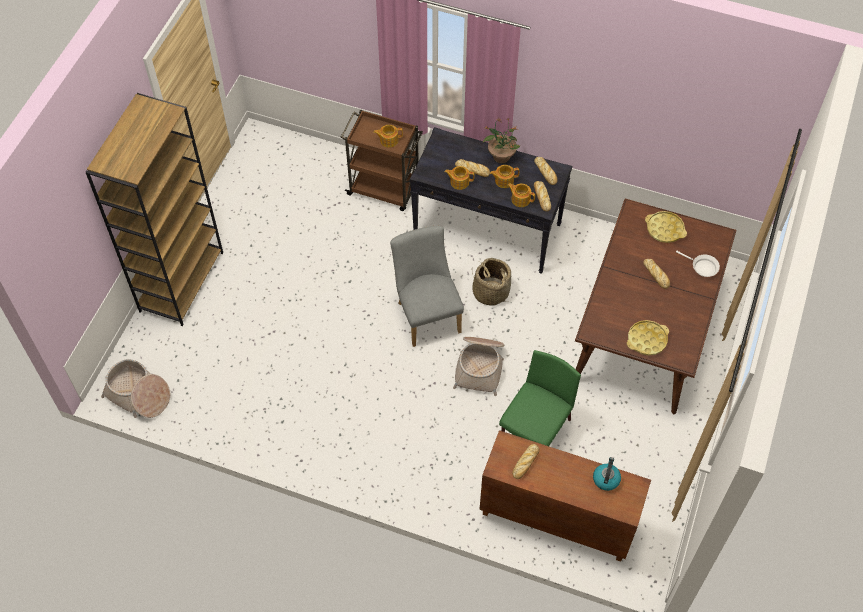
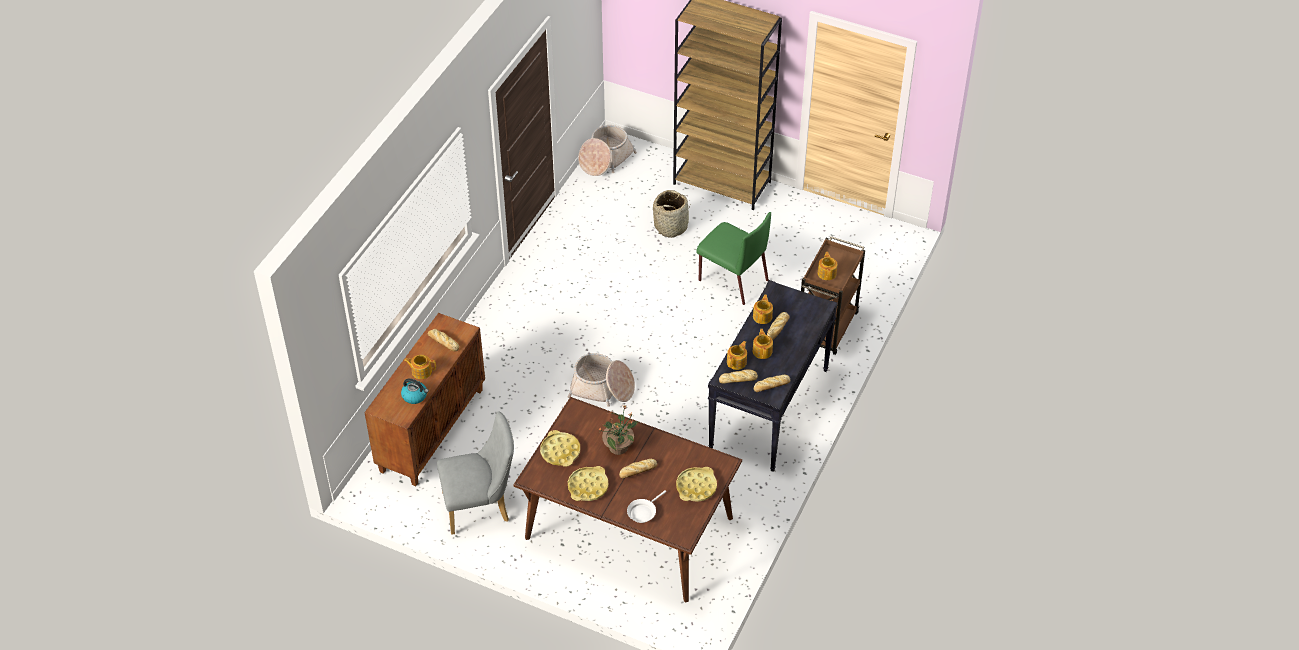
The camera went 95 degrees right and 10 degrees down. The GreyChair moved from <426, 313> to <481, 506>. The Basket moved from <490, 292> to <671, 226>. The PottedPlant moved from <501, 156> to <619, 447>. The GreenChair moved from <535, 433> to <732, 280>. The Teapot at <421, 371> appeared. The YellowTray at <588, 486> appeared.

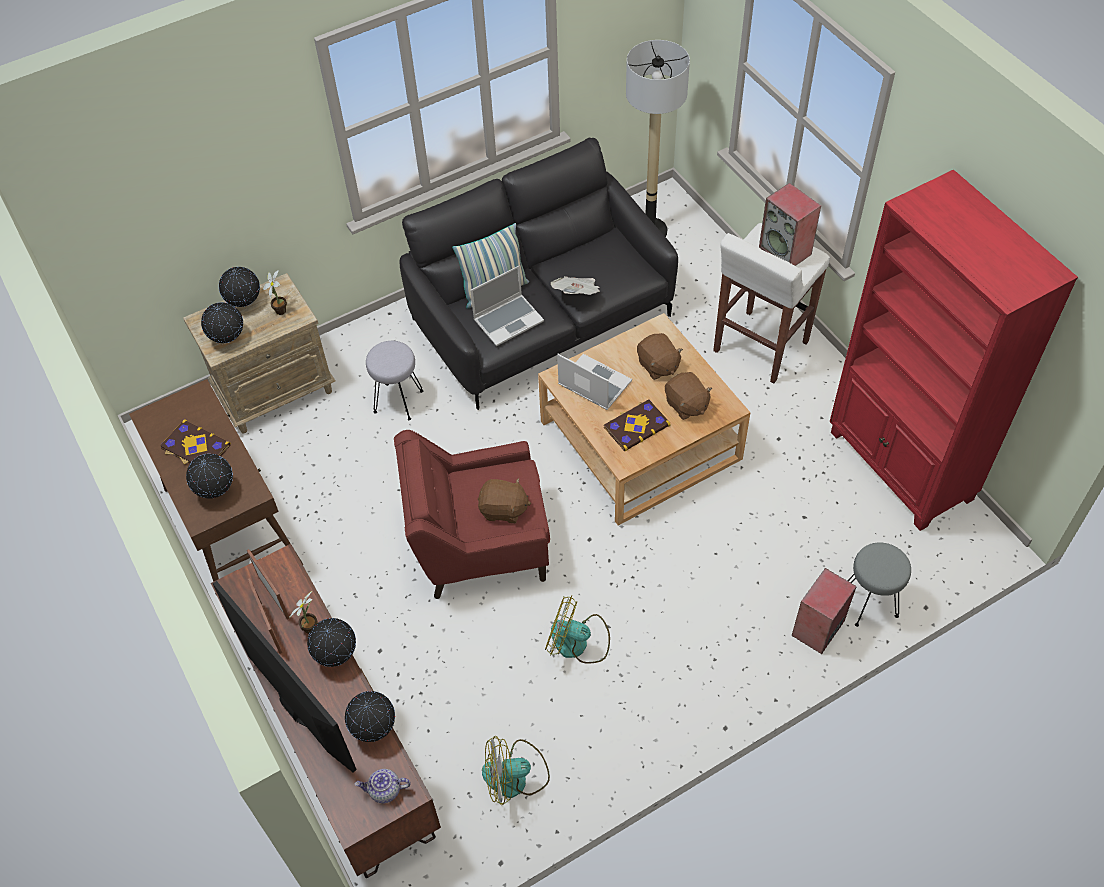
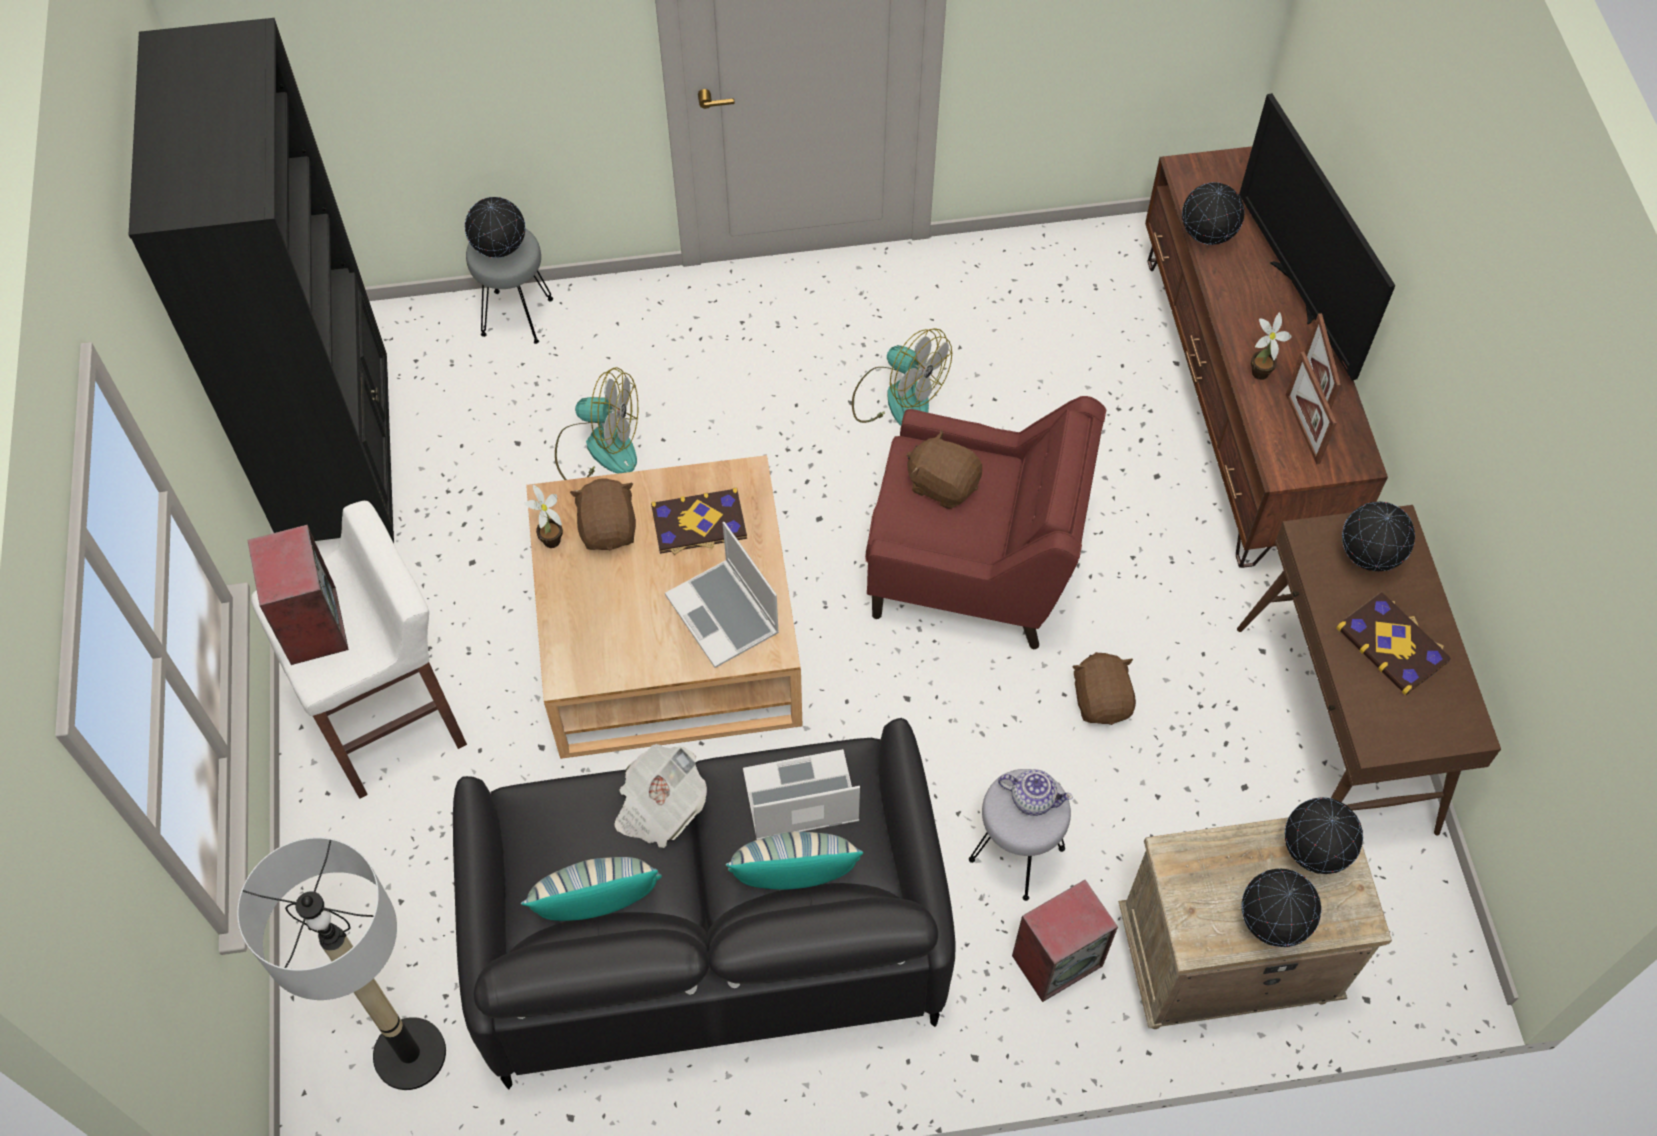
The camera went 160 degrees left and 5 degrees up. The PottedPlant moved from <280, 309> to <550, 543>. The Globe moved from <336, 655> to <501, 252>. The Teapot moved from <384, 791> to <1033, 798>. The Fan moved from <515, 776> to <598, 448>. The BrownPlushToy moved from <658, 366> to <1102, 700>. The Speaker moved from <818, 629> to <1057, 959>. The RedBookcase at <900, 467> became the BlackBookcase at <341, 460>. The Pillow at <599, 907> appeared.

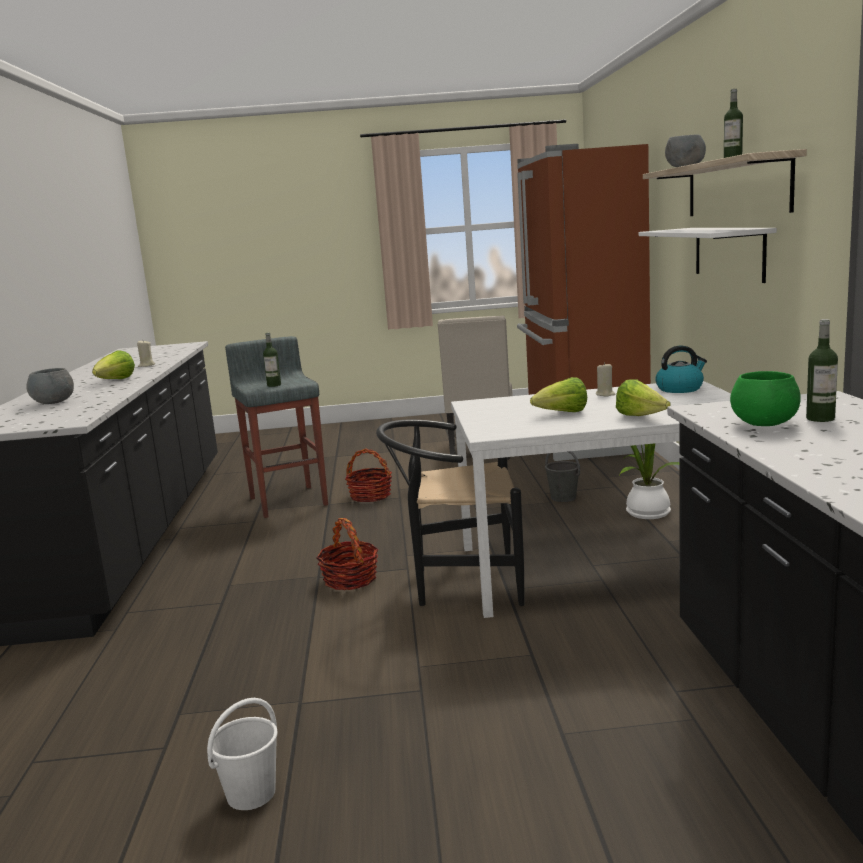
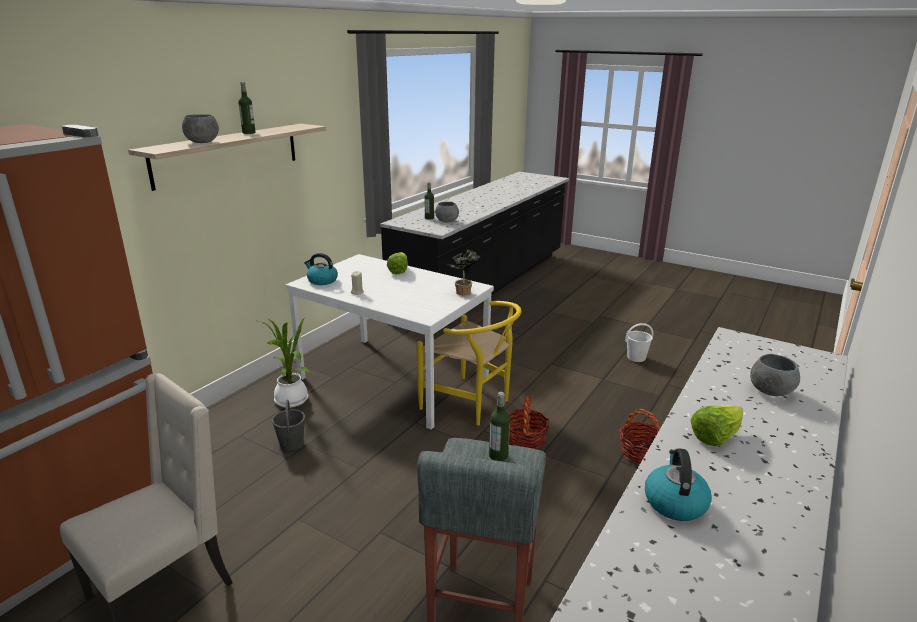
The camera went 145 degrees left and 10 degrees up. The BeigeCandle at <146, 365> was replaced by the Kettle at <674, 502>. The Basket moved from <370, 496> to <641, 453>. The BlackChair at <458, 583> became the YellowChair at <472, 404>. The Lettuce at <562, 413> disappeared. The WhiteShelf at <728, 252> disappeared. The GreenBowl at <765, 424> became the GreyBowl at <446, 221>. The PottedPlant at <463, 293> appeared.

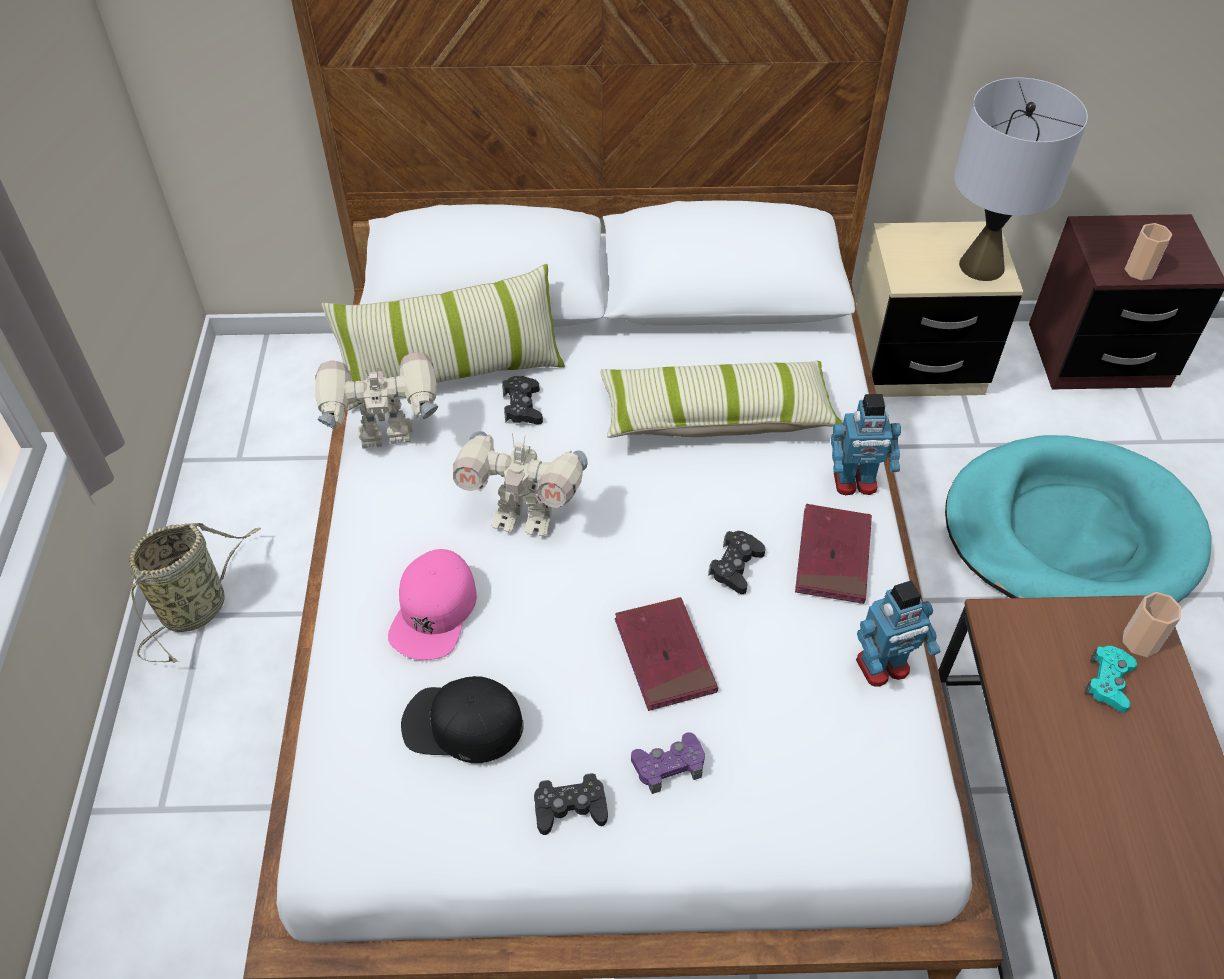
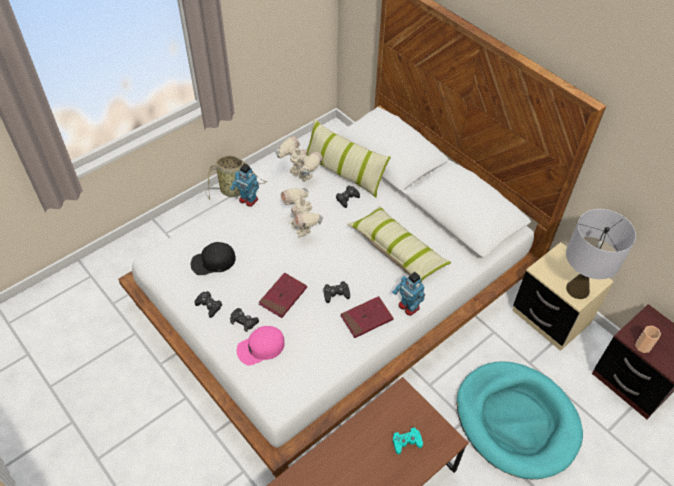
The camera went 50 degrees right and 0 degrees up. The PinkCap moved from <434, 611> to <260, 348>. The BlackCap at <462, 724> turned 75 degrees counterclockwise. The PurpleGameController at <668, 765> became the BlackGameController at <244, 321>. The ToyRobot moved from <883, 667> to <248, 200>. The Cup at <1140, 641> disappeared.

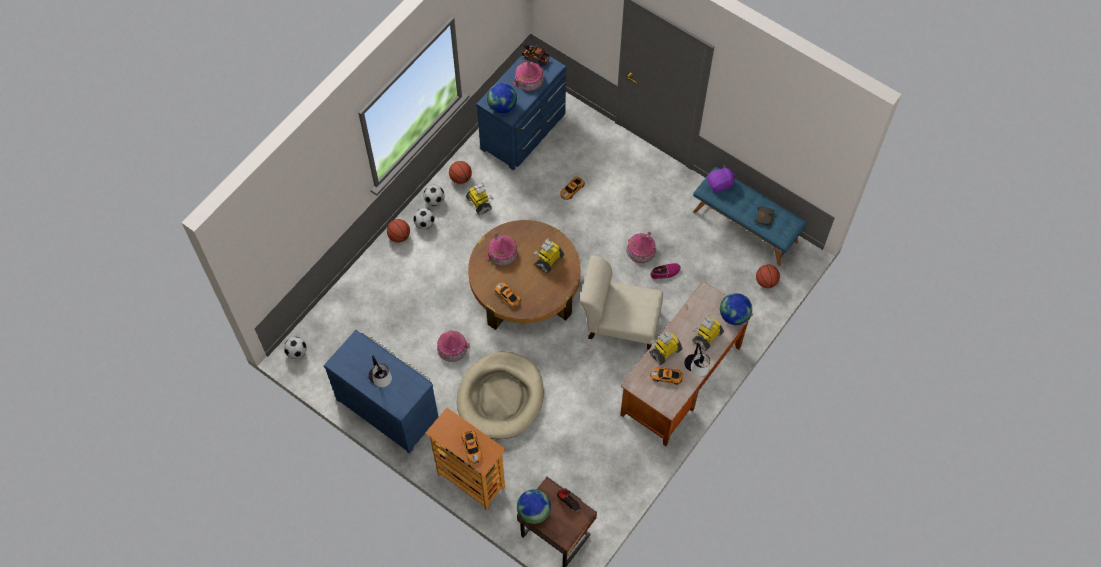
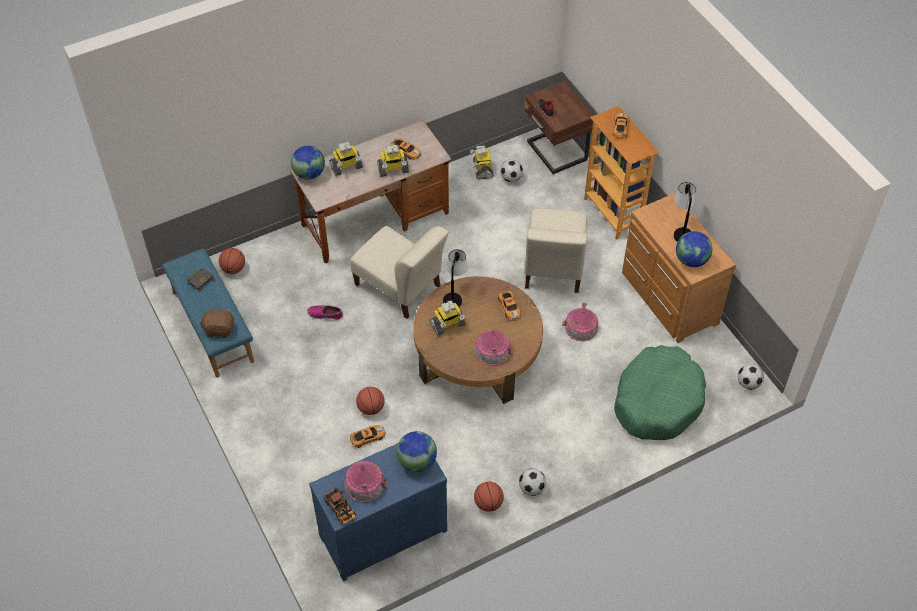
The camera went 155 degrees left and 10 degrees down. The BlueDresser at <388, 406> became the BrownDresser at <667, 299>. The Basketball moved from <399, 236> to <371, 408>. The Football moved from <424, 224> to <511, 178>. The BeigeDogBed at <500, 397> was replaced by the BeigeChair at <553, 267>. The ToyRobot moved from <479, 203> to <482, 169>. The Globe moved from <534, 512> to <691, 260>. The ToyHouse at <641, 250> disappeared. The TableLamp moved from <695, 371> to <454, 294>. The PurplePlushToy at <720, 184> became the BrownPlushToy at <219, 329>. The GreenDogBed at <657, 400> appeared.

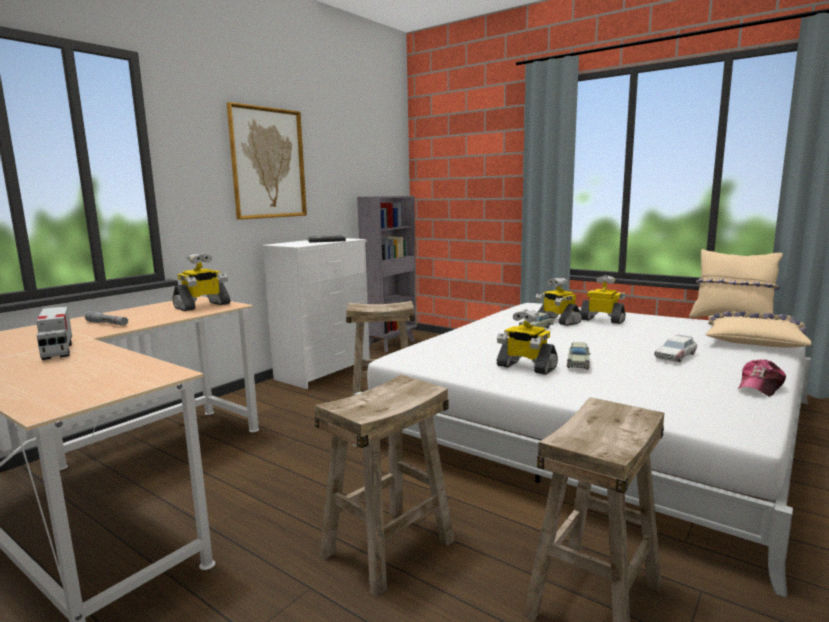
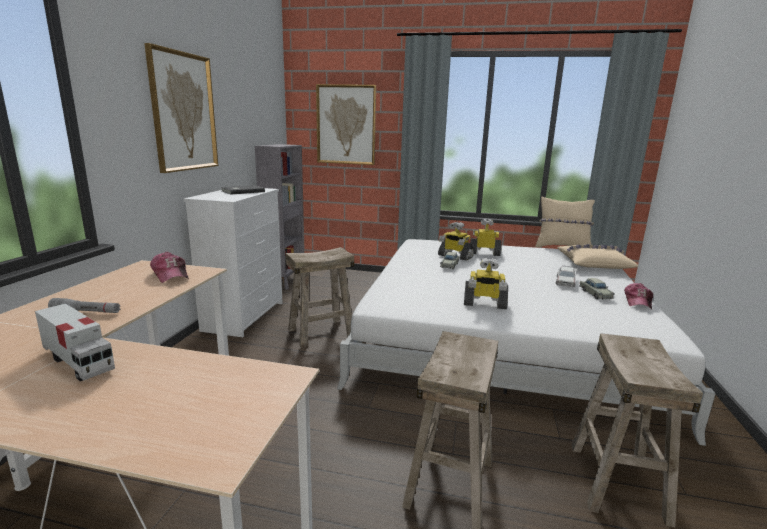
The camera went 25 degrees left and 5 degrees up. The ToyRobot at <202, 306> was replaced by the Cap at <171, 275>. The BeigeToyCar moved from <578, 363> to <595, 294>. The Picture at <346, 125> appeared.

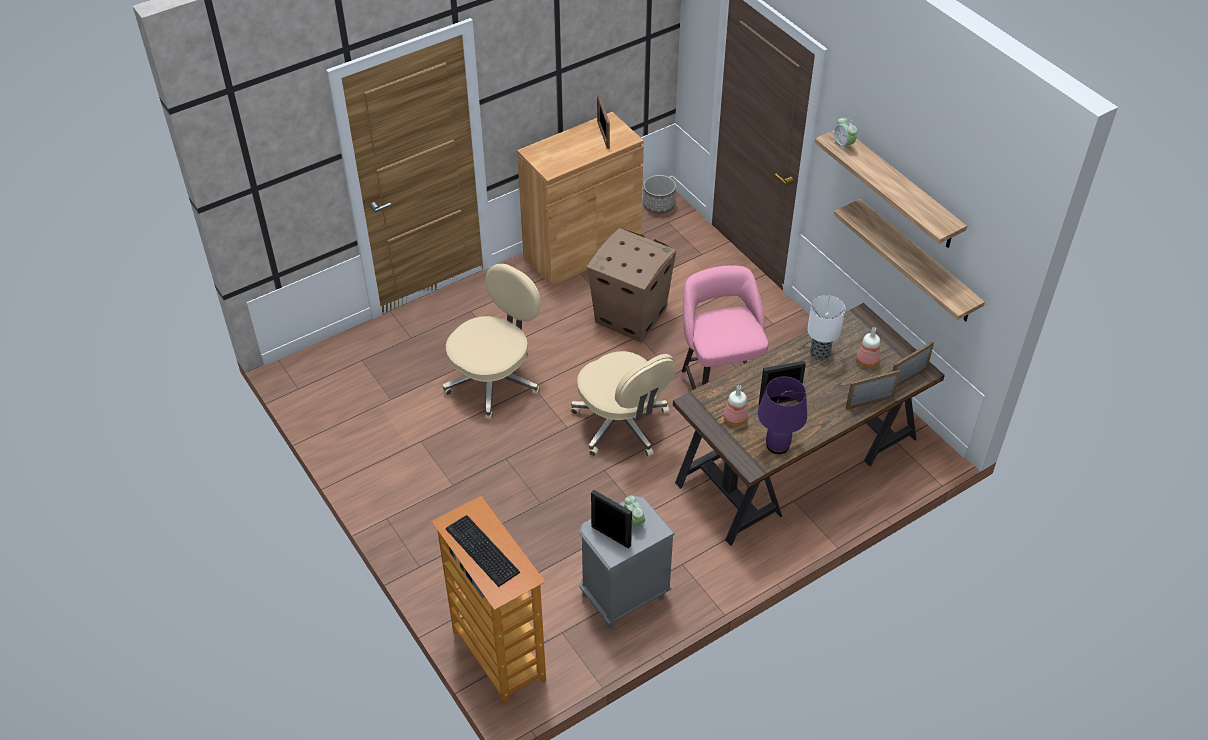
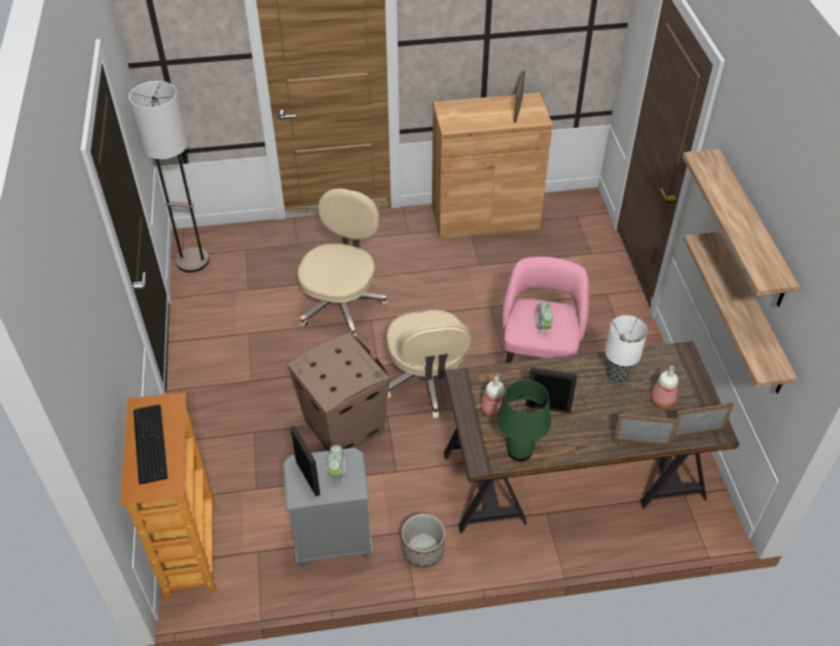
The camera went 25 degrees right and 0 degrees up. The BeigeOfficeChair at <494, 380> turned 45 degrees counterclockwise. The CardboardBox moved from <630, 315> to <343, 425>. The Planter moved from <658, 205> to <422, 550>. The PurpleTableLamp at <778, 445> became the GreenTableLamp at <520, 451>. The AlarmClock moved from <843, 145> to <543, 327>. The FloorLamp at <193, 260> appeared.

